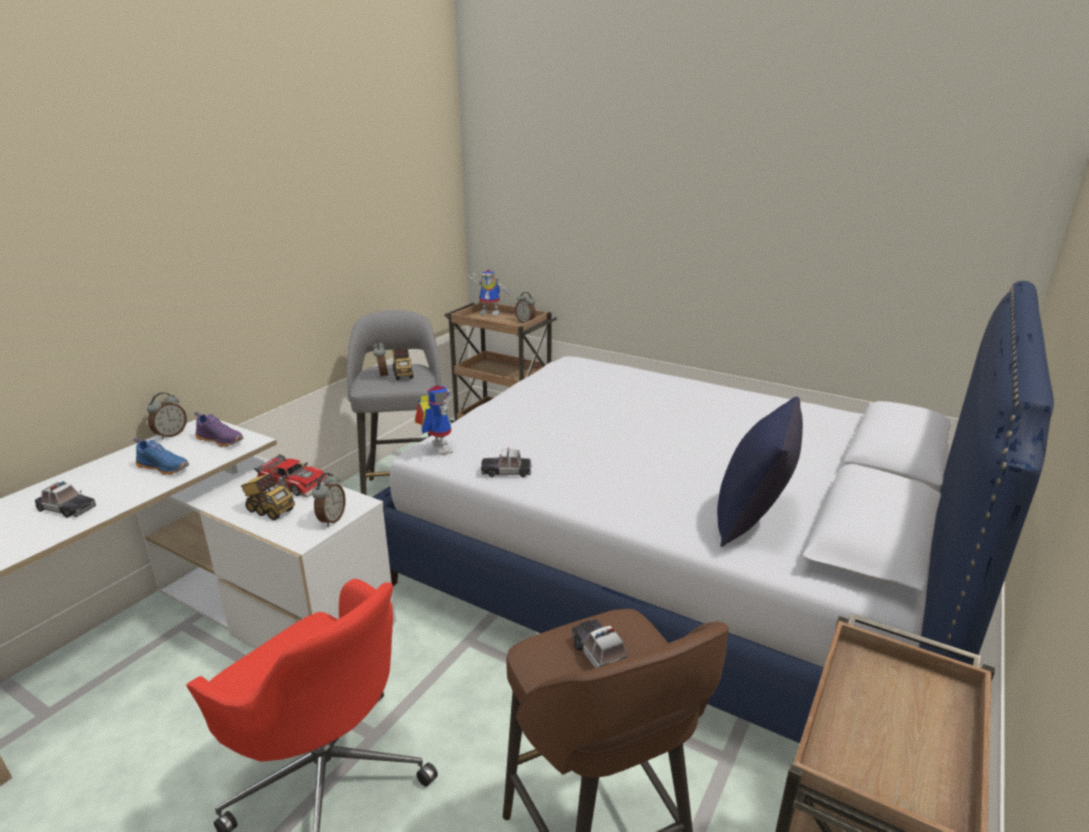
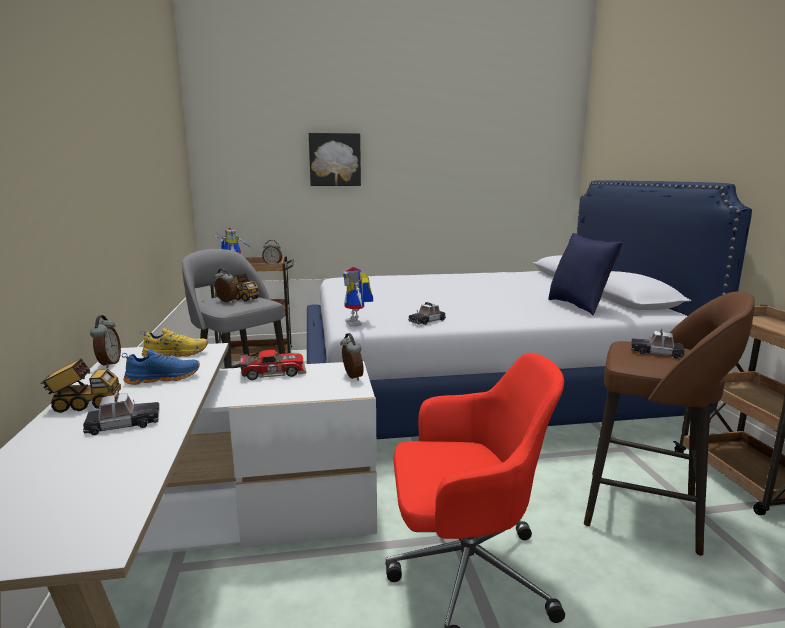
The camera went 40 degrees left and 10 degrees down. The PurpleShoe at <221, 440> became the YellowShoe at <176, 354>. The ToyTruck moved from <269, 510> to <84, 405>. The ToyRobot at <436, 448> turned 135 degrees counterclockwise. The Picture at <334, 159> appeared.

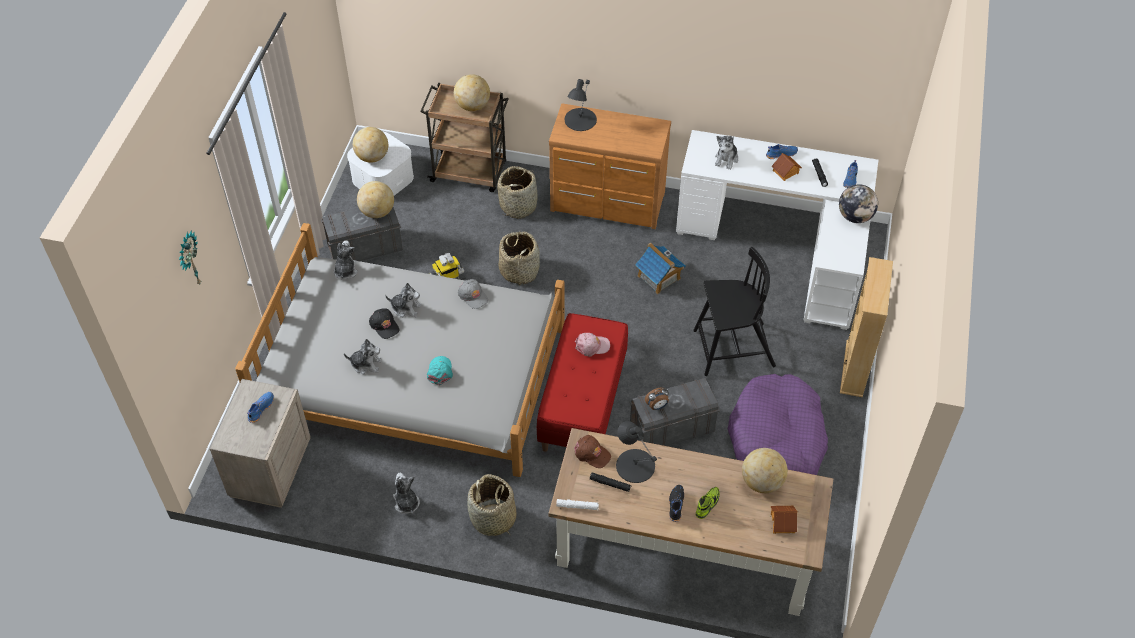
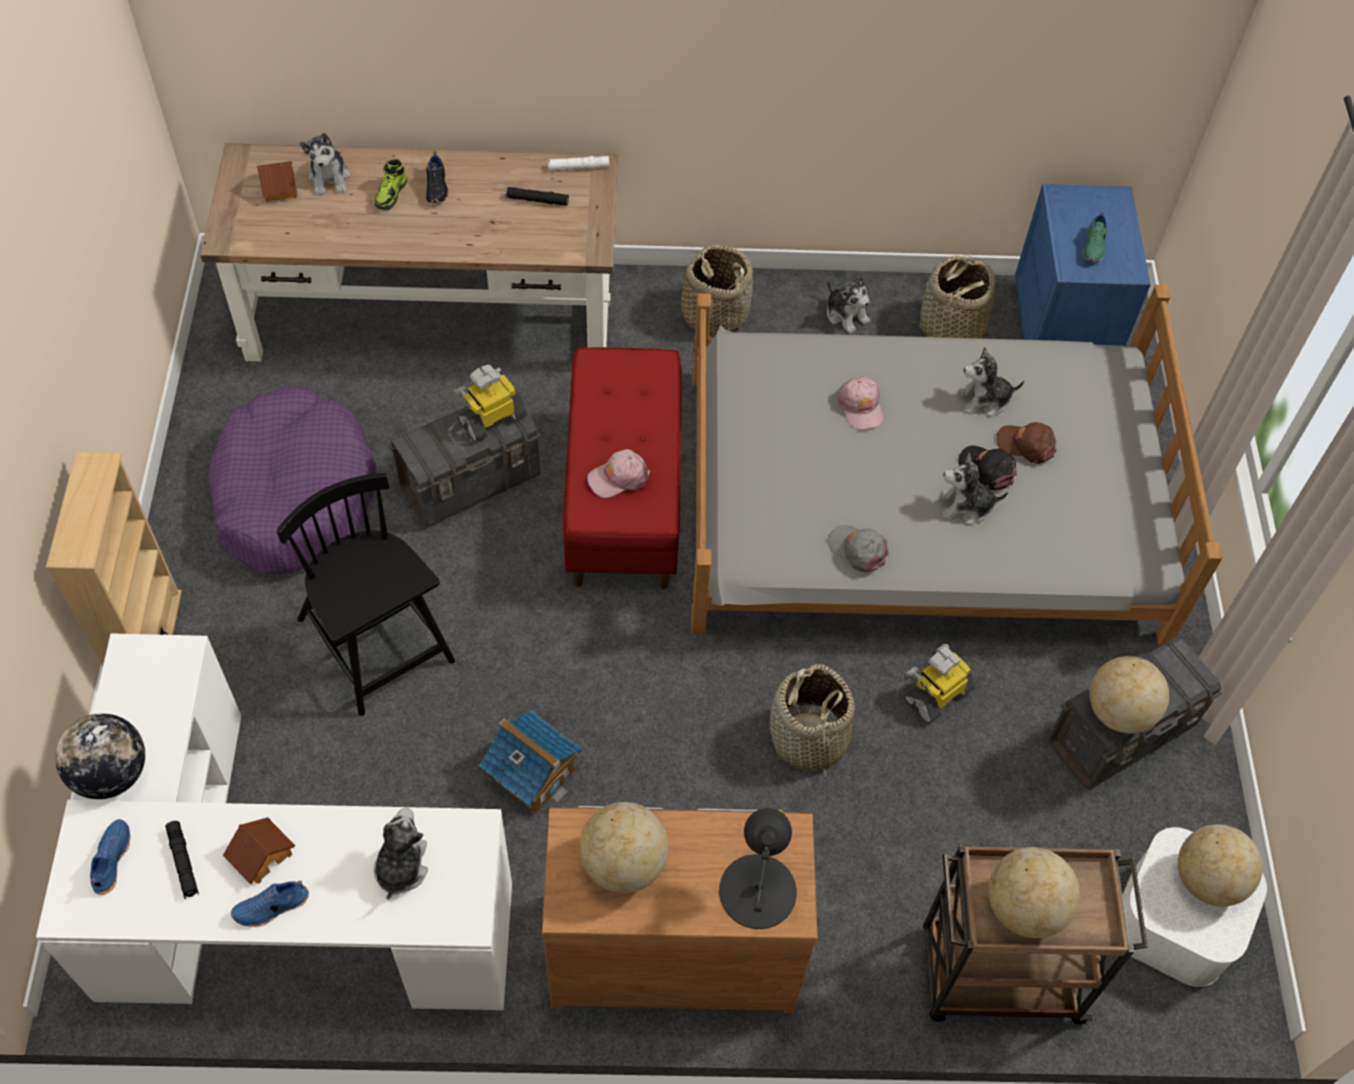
The camera went 165 degrees right and 5 degrees up. The WallClock at <189, 260> disappeared. The BeigeNightstand at <269, 468> became the BlueNightstand at <1064, 329>. The BlueShoe at <260, 409> became the GreenShoe at <1094, 246>. The PlushToy moved from <345, 271> to <330, 178>. The TurquoiseCap at <440, 372> became the PinkCap at <860, 407>. The Basket moved from <518, 205> to <950, 327>. The BrownCap moved from <592, 453> to <1026, 445>. The BlackTableLamp at <635, 465> disappeared. The AlarmClock at <657, 406> was replaced by the ToyRobot at <492, 418>. The BlackChair at <732, 349> turned 75 degrees clockwise. The Globe moved from <762, 482> to <623, 864>.

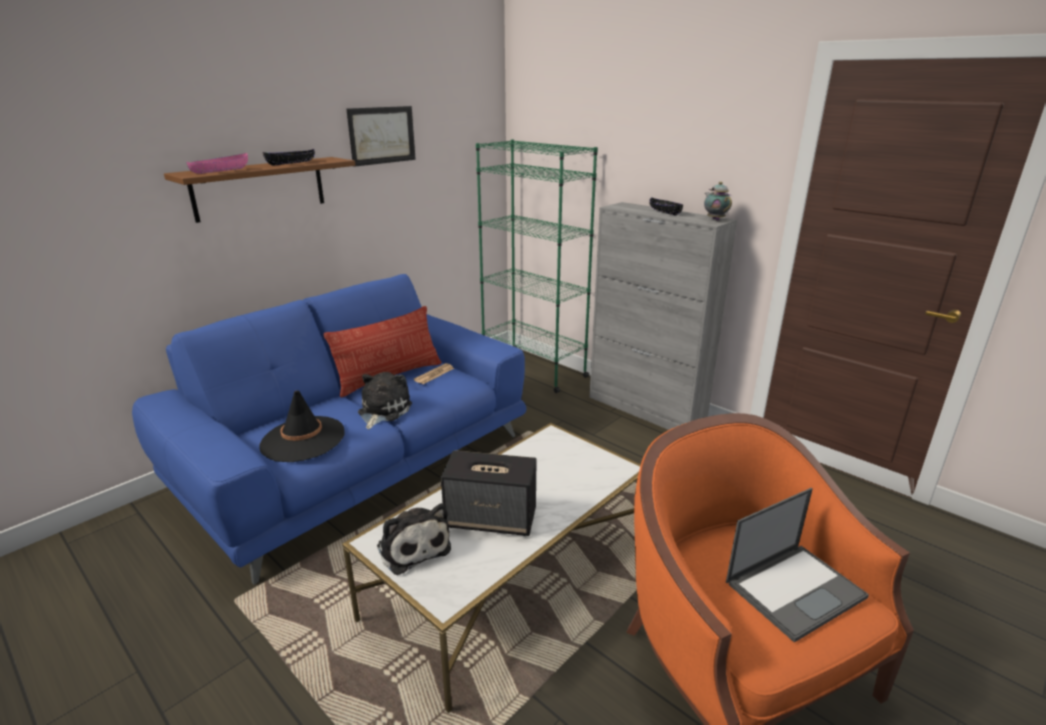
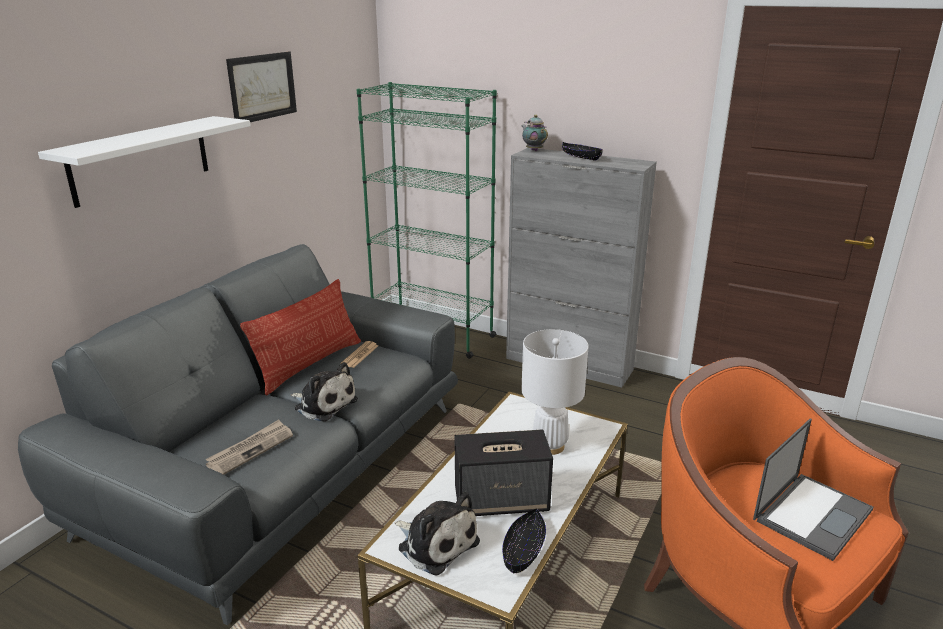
The camera went 15 degrees left and 0 degrees up. The BlueSofa at <358, 462> became the GreySofa at <283, 467>. The BrownShelf at <259, 188> became the WhiteShelf at <141, 160>. The PinkBowl at <220, 171> disappeared. The BlackHat at <303, 439> was replaced by the Newspaper at <251, 449>. The BlackBowl moved from <291, 163> to <524, 549>. The PlushToy at <382, 411> turned 120 degrees clockwise. The Teapot moved from <715, 219> to <533, 150>. The WhiteTableLamp at <549, 446> appeared.

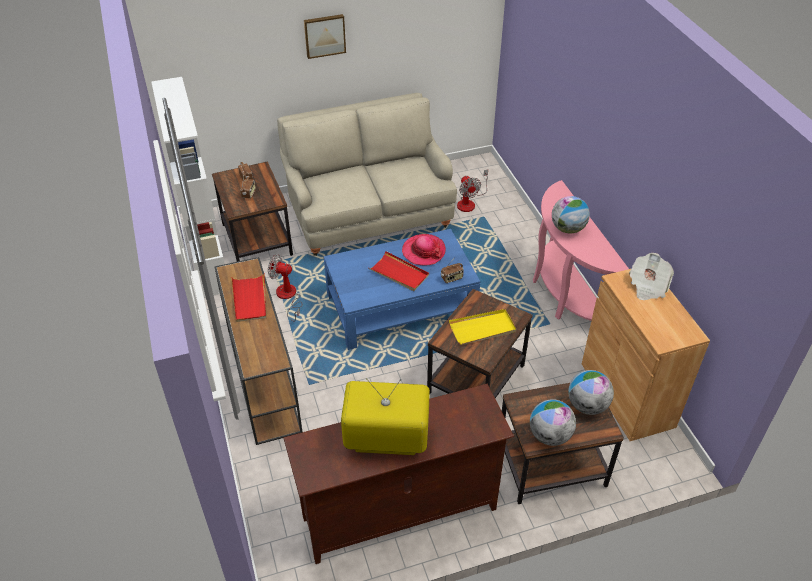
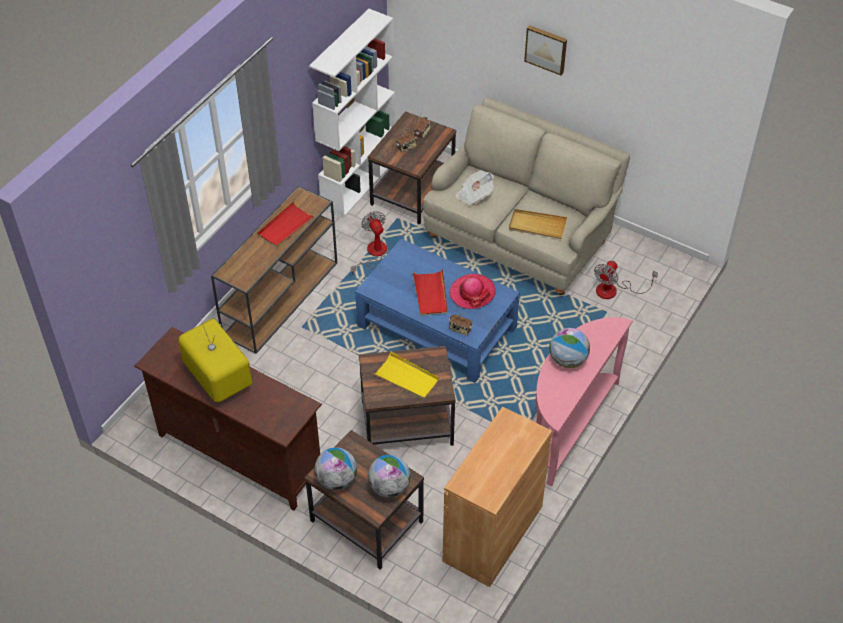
The camera went 50 degrees right and 5 degrees up. The Newspaper moved from <648, 286> to <474, 195>. The BeigeTray at <537, 226> appeared.

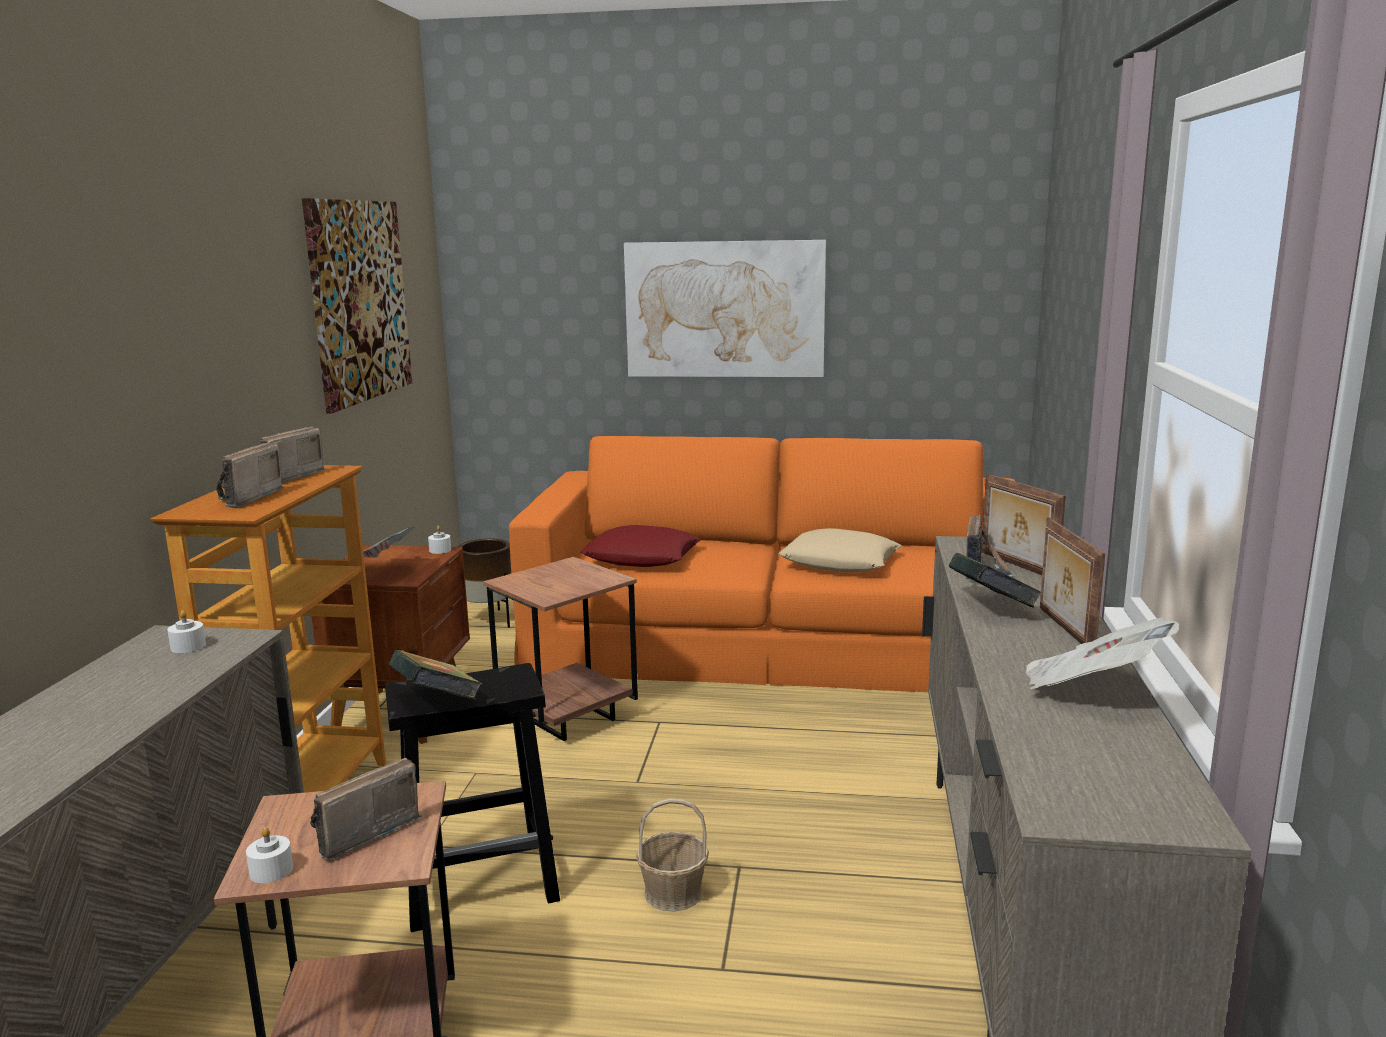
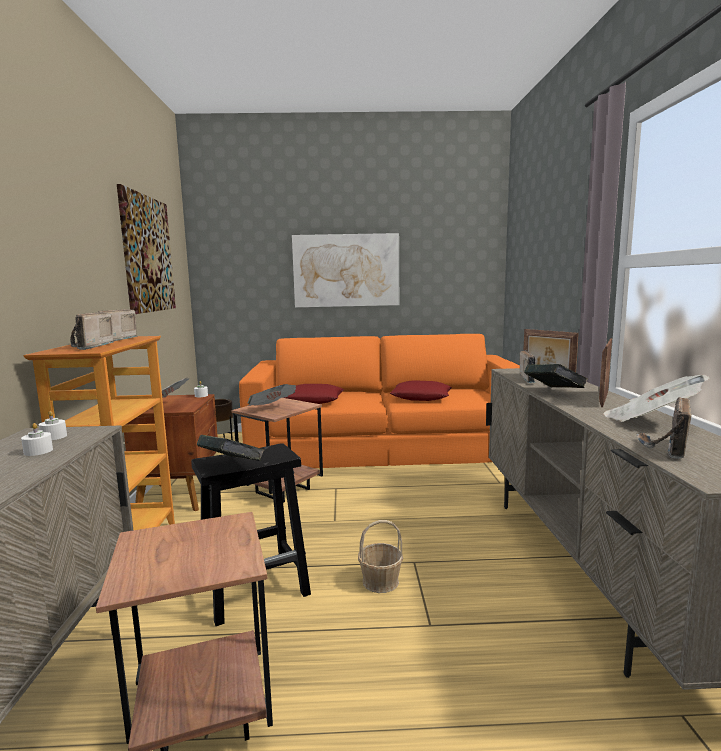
The camera went 10 degrees left and 5 degrees down. The WhiteCandle moved from <271, 870> to <38, 451>. The Radio moved from <360, 833> to <664, 448>. The BeigePillow at <840, 562> became the RedPillow at <421, 397>. The PictureFrame at <1063, 629> turned 45 degrees clockwise. The Newspaper at <272, 409> appeared.

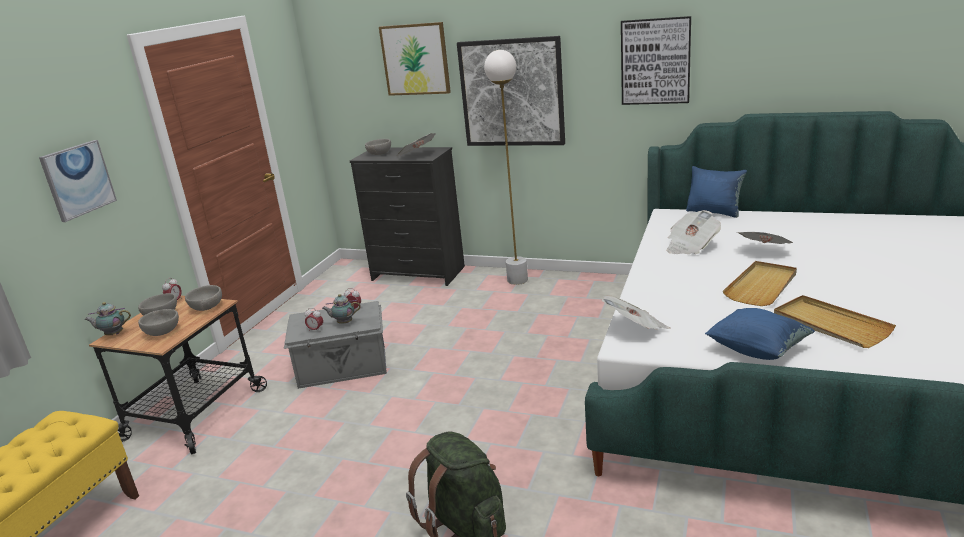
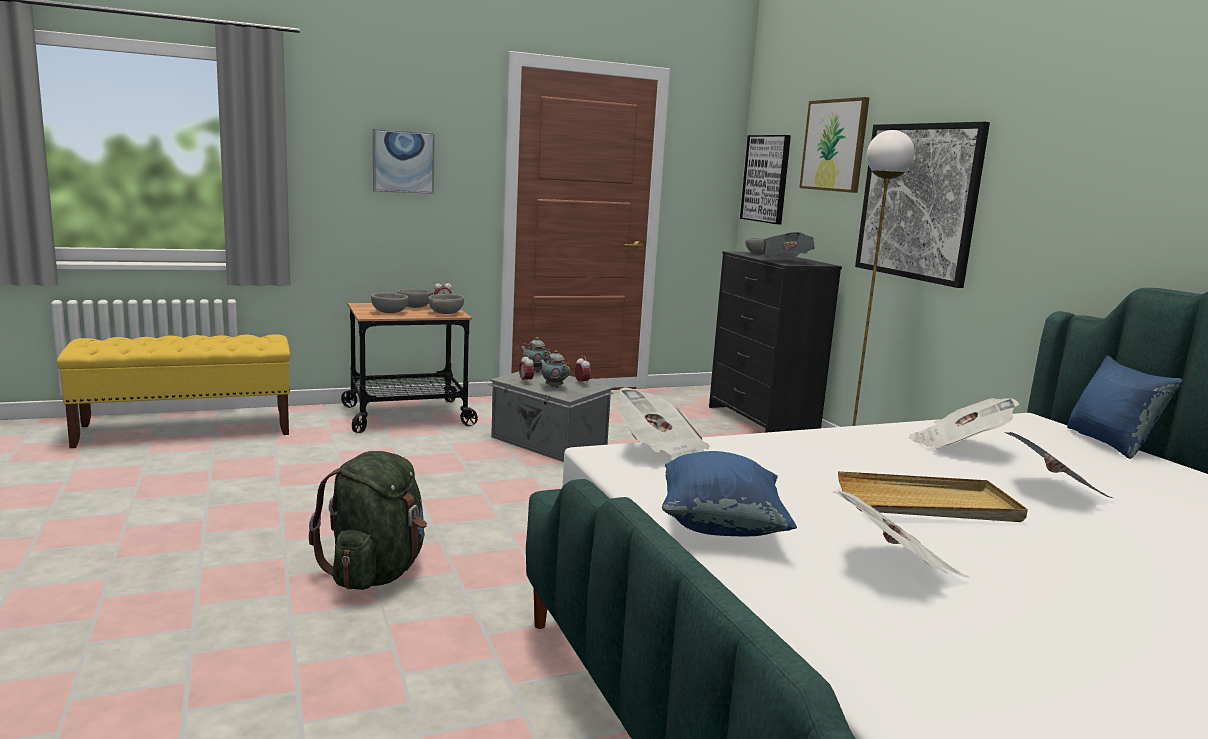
The camera went 45 degrees right and 10 degrees down. The Teapot moved from <113, 334> to <534, 371>. The Picture moved from <655, 61> to <766, 179>. The BeigeTray at <830, 325> was replaced by the Newspaper at <895, 567>.

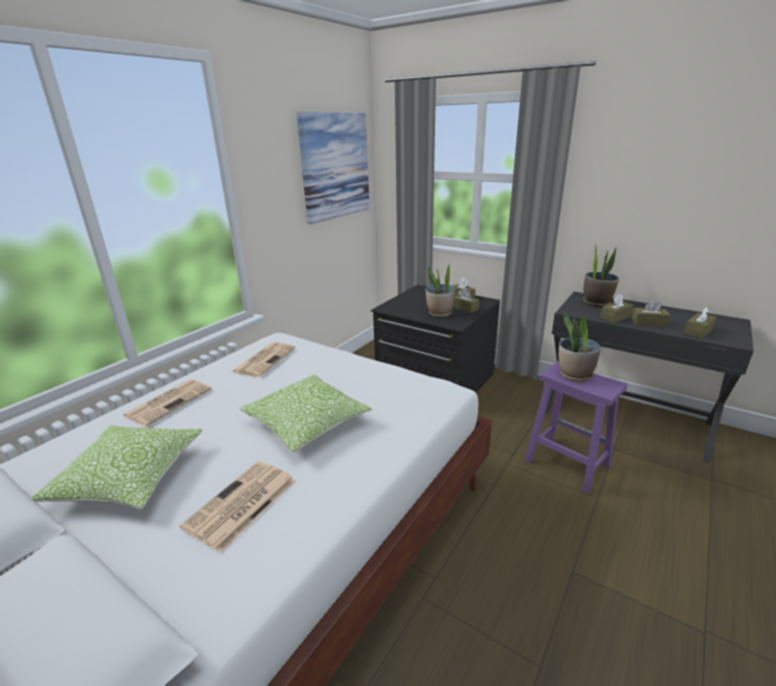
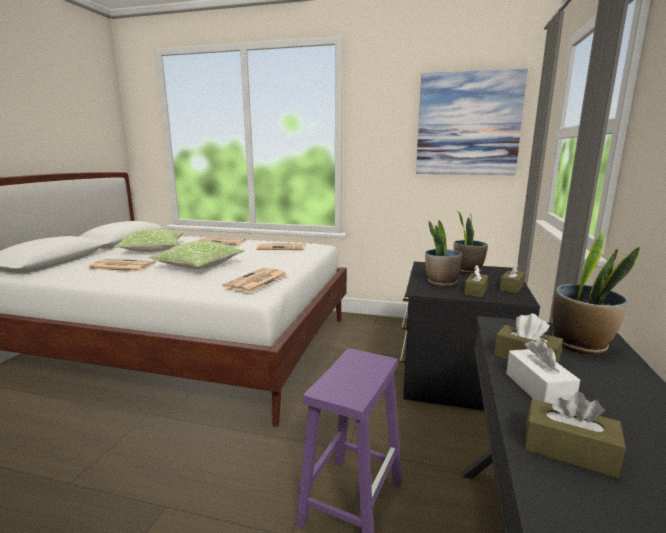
The camera went 70 degrees right and 10 degrees down. The PottedPlant moved from <574, 375> to <467, 270>. The BrownTissueBox at <648, 323> became the WhiteTissueBox at <538, 388>. The Newspaper at <256, 281> appeared.

